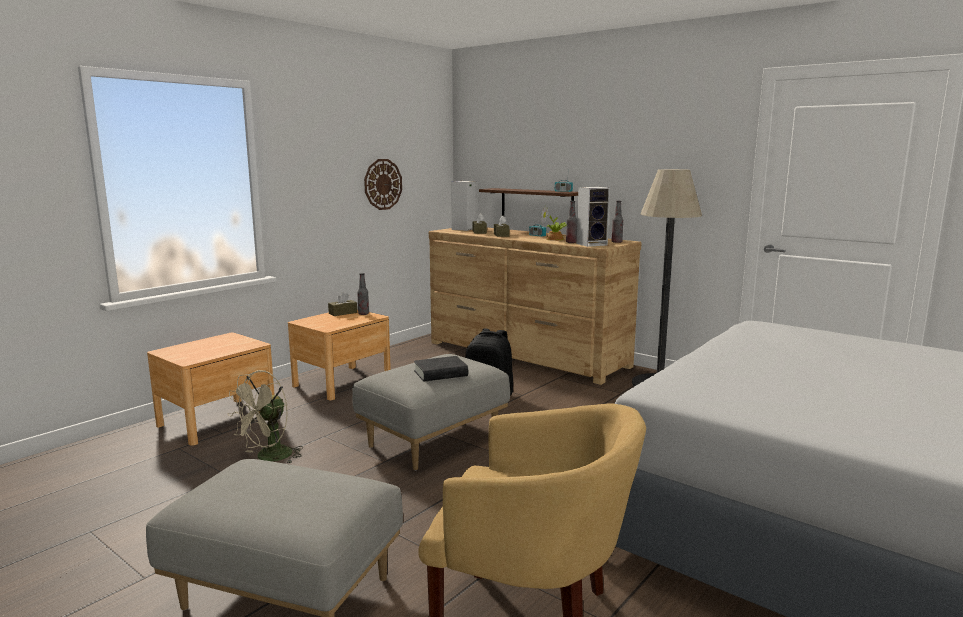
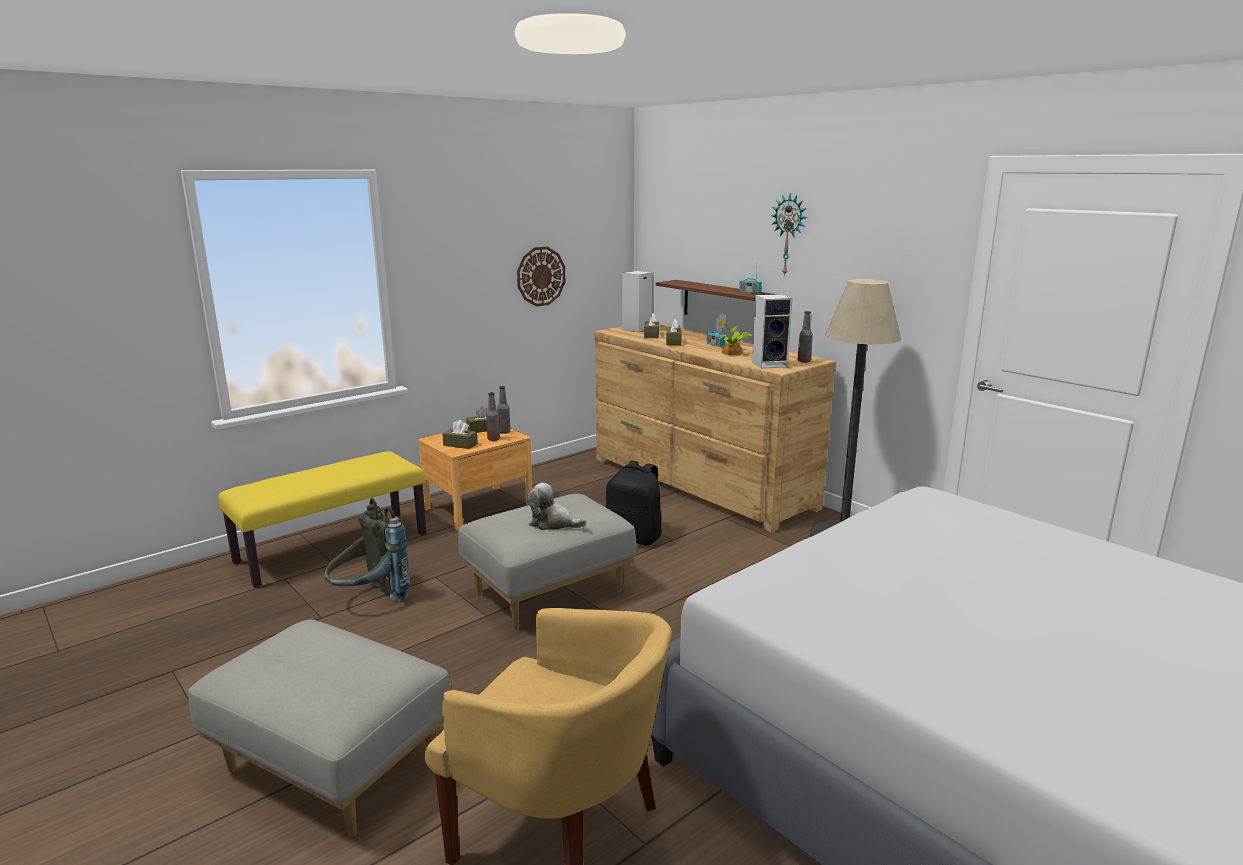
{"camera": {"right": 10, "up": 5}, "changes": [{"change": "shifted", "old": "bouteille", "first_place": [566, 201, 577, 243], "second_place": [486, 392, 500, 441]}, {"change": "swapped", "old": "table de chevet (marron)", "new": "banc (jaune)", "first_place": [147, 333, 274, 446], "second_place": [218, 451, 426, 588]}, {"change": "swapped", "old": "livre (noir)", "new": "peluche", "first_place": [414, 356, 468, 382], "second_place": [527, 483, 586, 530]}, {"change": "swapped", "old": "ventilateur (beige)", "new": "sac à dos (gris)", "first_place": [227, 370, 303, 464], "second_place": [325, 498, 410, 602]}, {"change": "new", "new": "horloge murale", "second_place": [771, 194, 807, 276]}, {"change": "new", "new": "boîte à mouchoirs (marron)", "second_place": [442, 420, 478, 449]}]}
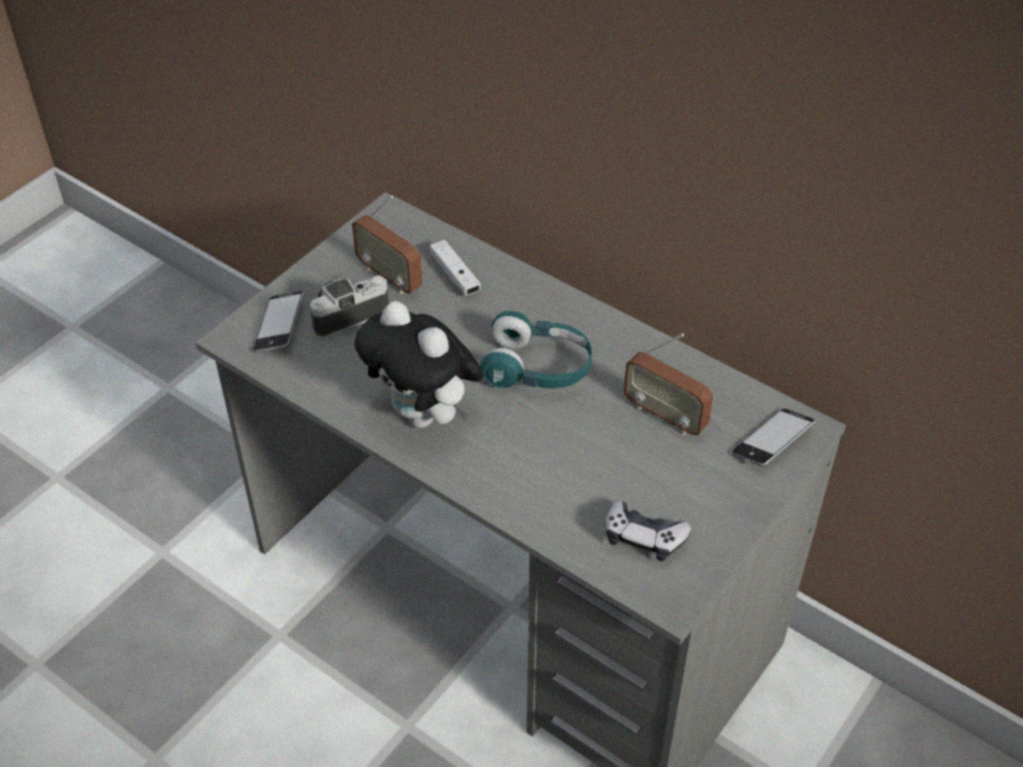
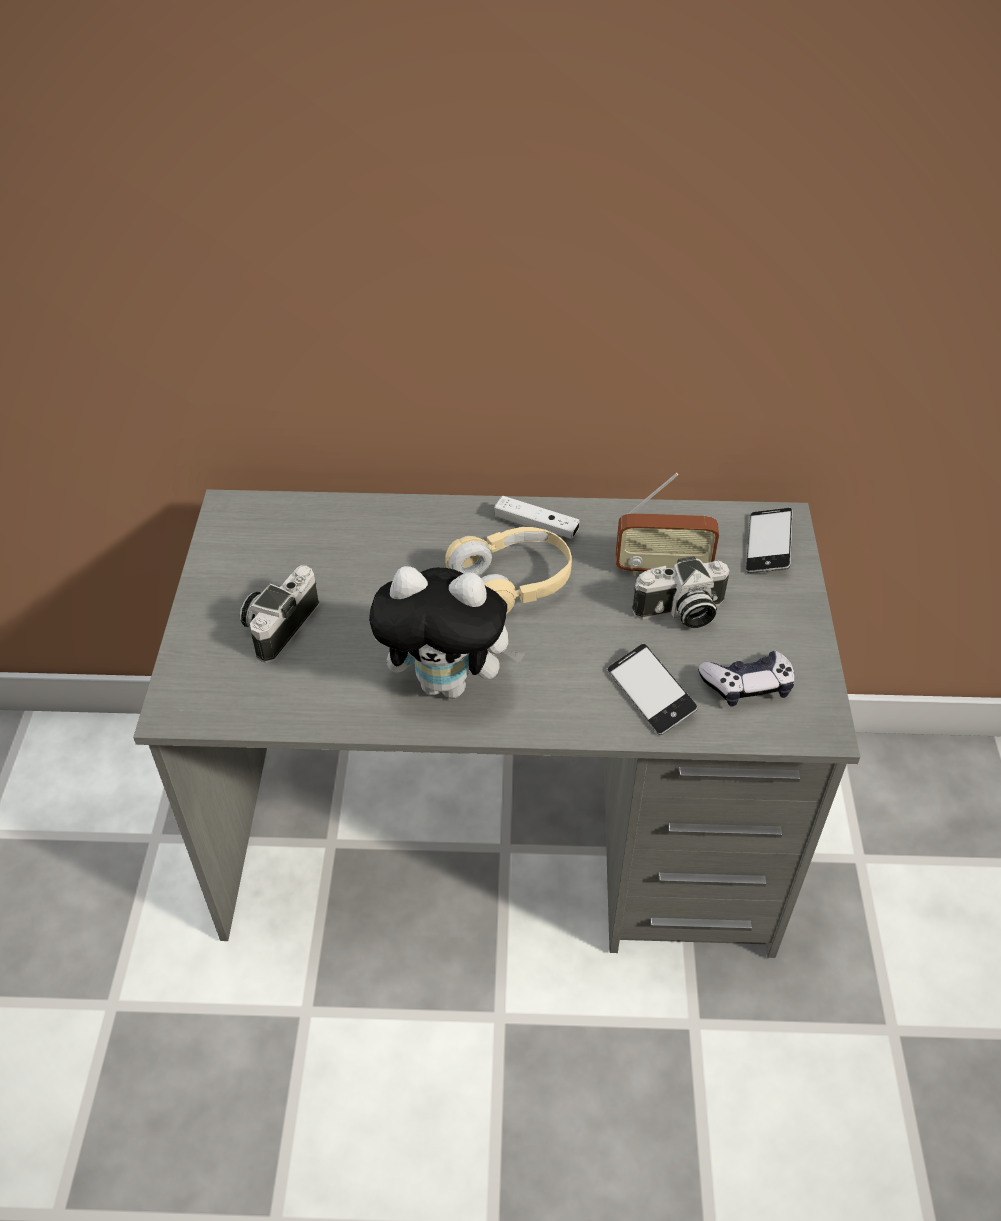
{"camera": {"right": -35, "up": 0}, "changes": [{"change": "gone", "old": "radio", "first_place": [352, 196, 423, 294]}, {"change": "shifted", "old": "manette (blanc)", "first_place": [430, 240, 481, 295], "second_place": [494, 496, 579, 539]}, {"change": "shifted", "old": "téléphone", "first_place": [253, 291, 304, 353], "second_place": [608, 644, 698, 735]}, {"change": "repainted", "old": "casque audio (turquoise)", "new": "casque audio (beige)", "first_place": [480, 311, 592, 389], "second_place": [445, 527, 572, 614]}, {"change": "new", "new": "appareil photo", "second_place": [632, 556, 729, 628]}]}
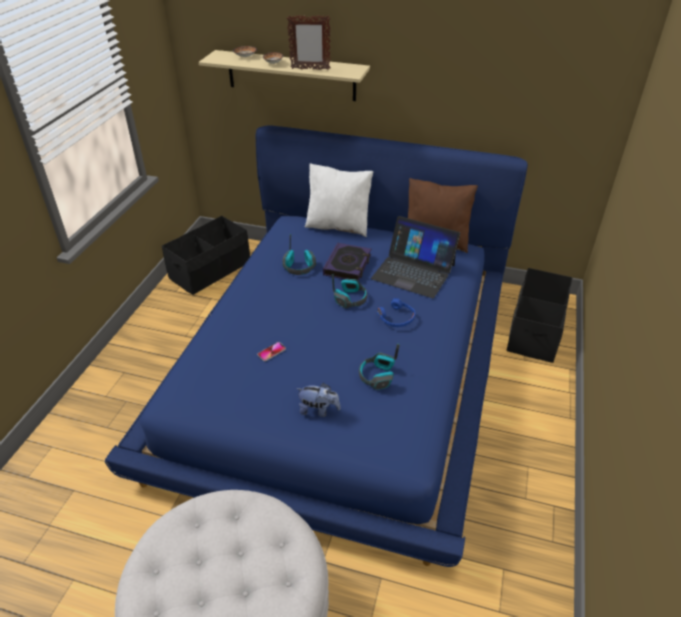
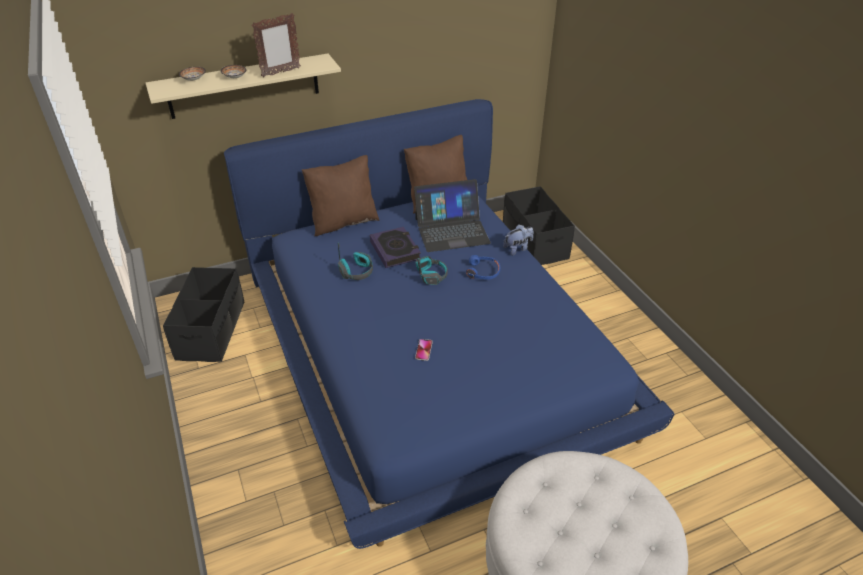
{"camera": {"right": -40, "up": 0}, "changes": [{"change": "repainted", "old": "coussin (blanc)", "new": "coussin (marron)", "first_place": [305, 163, 373, 237], "second_place": [302, 155, 380, 236]}, {"change": "gone", "old": "casque audio", "first_place": [359, 344, 400, 390]}, {"change": "shifted", "old": "peluche", "first_place": [297, 383, 341, 417], "second_place": [503, 224, 533, 255]}]}
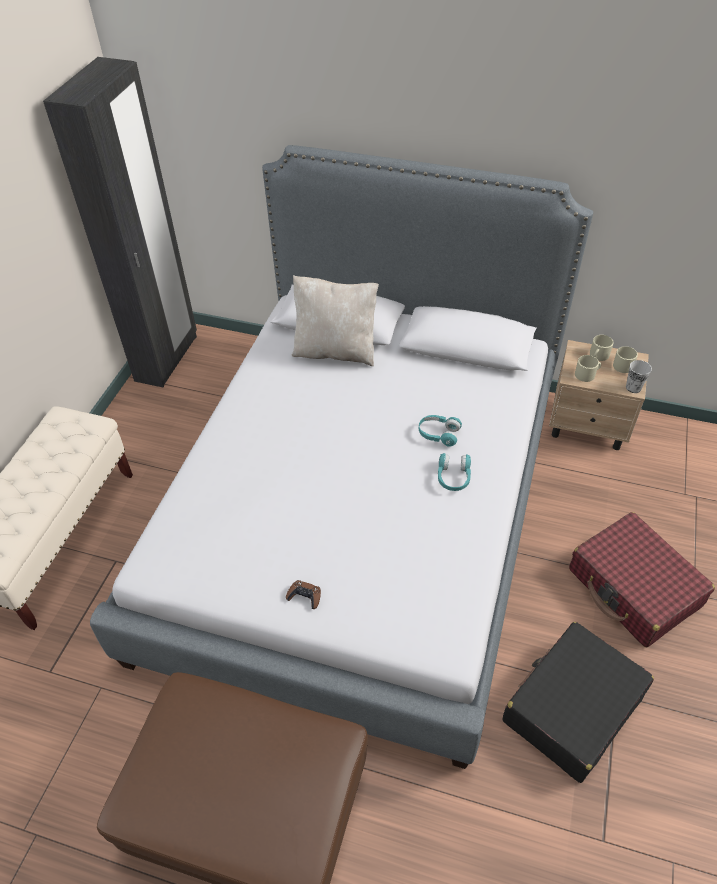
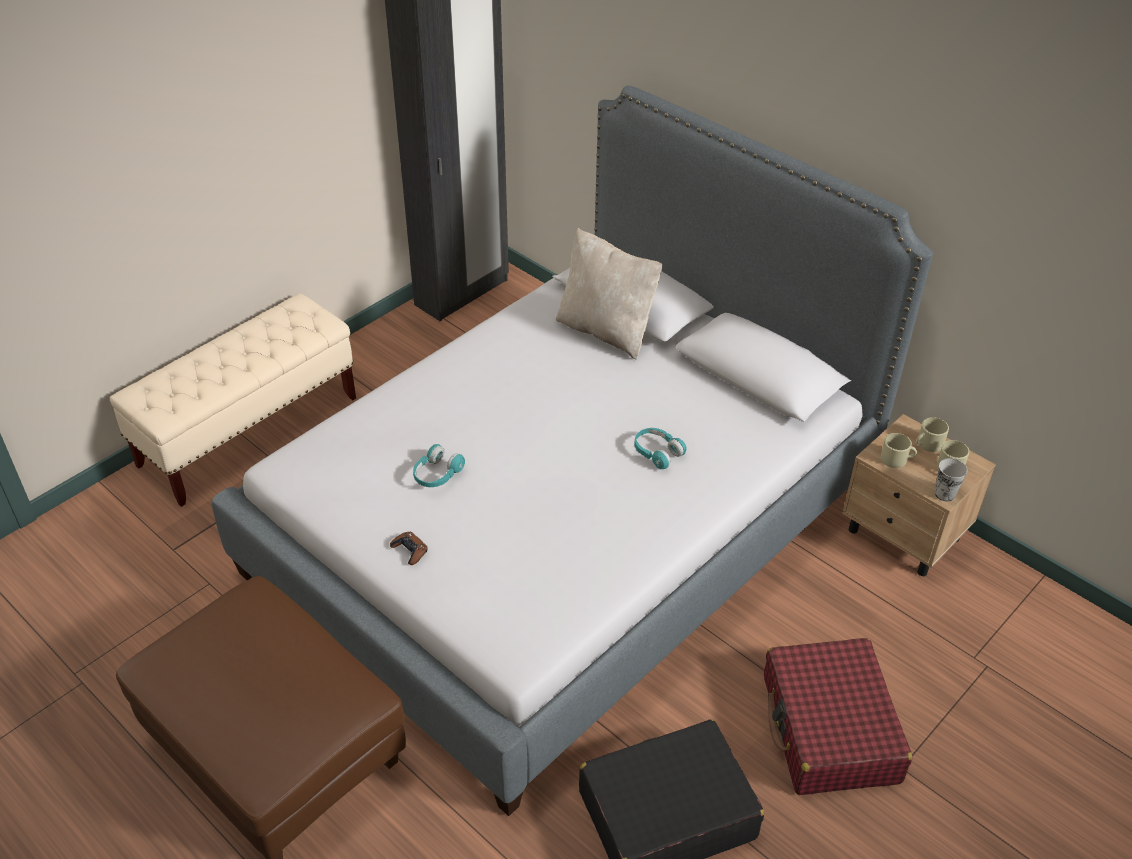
{"camera": {"right": 25, "up": -5}, "changes": [{"change": "shifted", "old": "casque audio (turquoise)", "first_place": [438, 453, 471, 491], "second_place": [413, 444, 465, 487]}]}
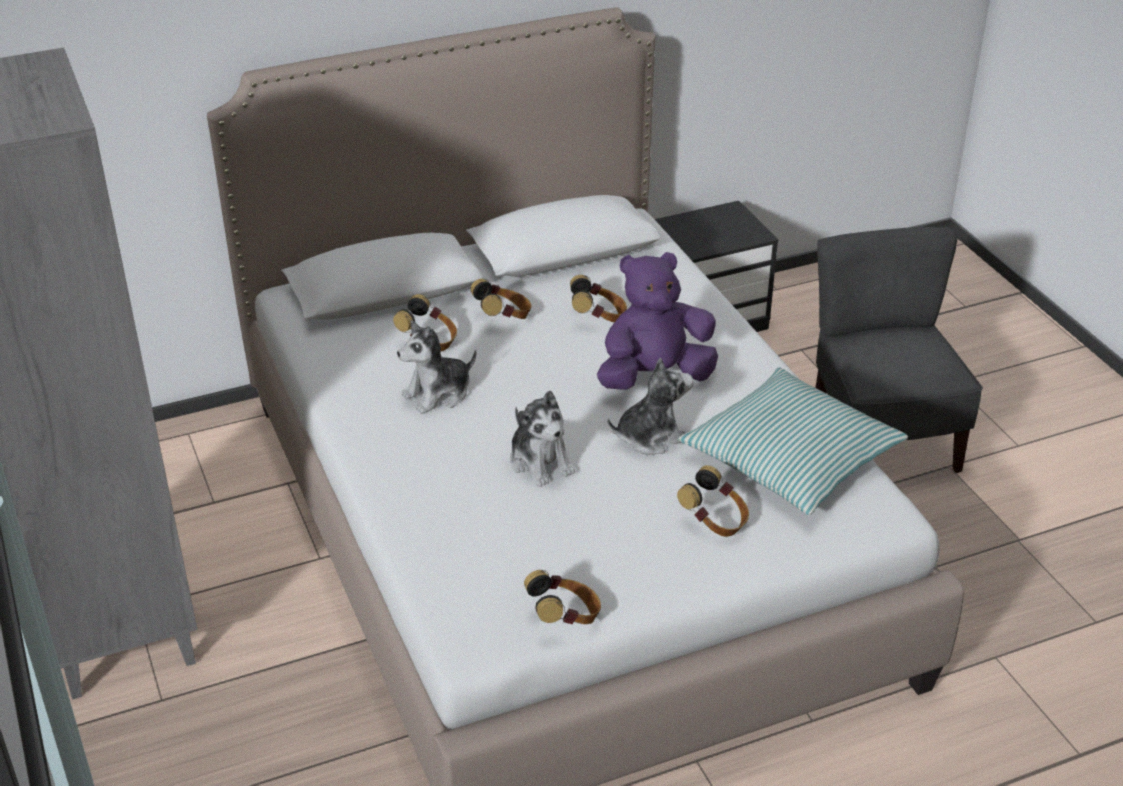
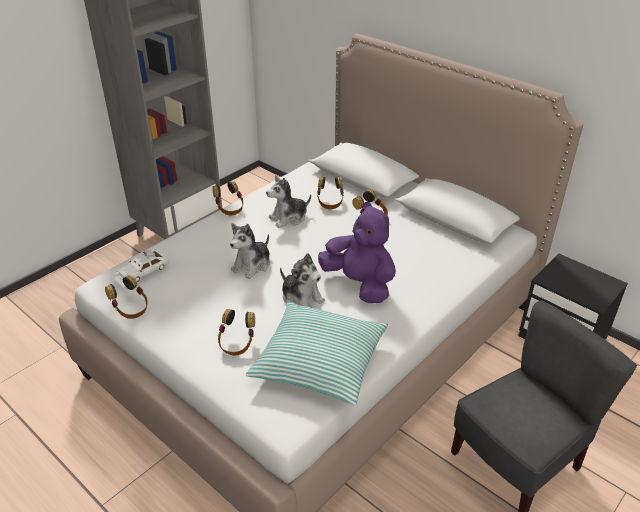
{"camera": {"right": 65, "up": 0}, "changes": [{"change": "shifted", "old": "casque audio", "first_place": [570, 275, 627, 322], "second_place": [213, 181, 243, 216]}, {"change": "rotated", "old": "peluche", "first_place": [397, 320, 476, 414], "second_place": [266, 175, 311, 228], "degrees": -60}, {"change": "new", "new": "petite voiture (blanc)", "second_place": [114, 249, 169, 288]}]}
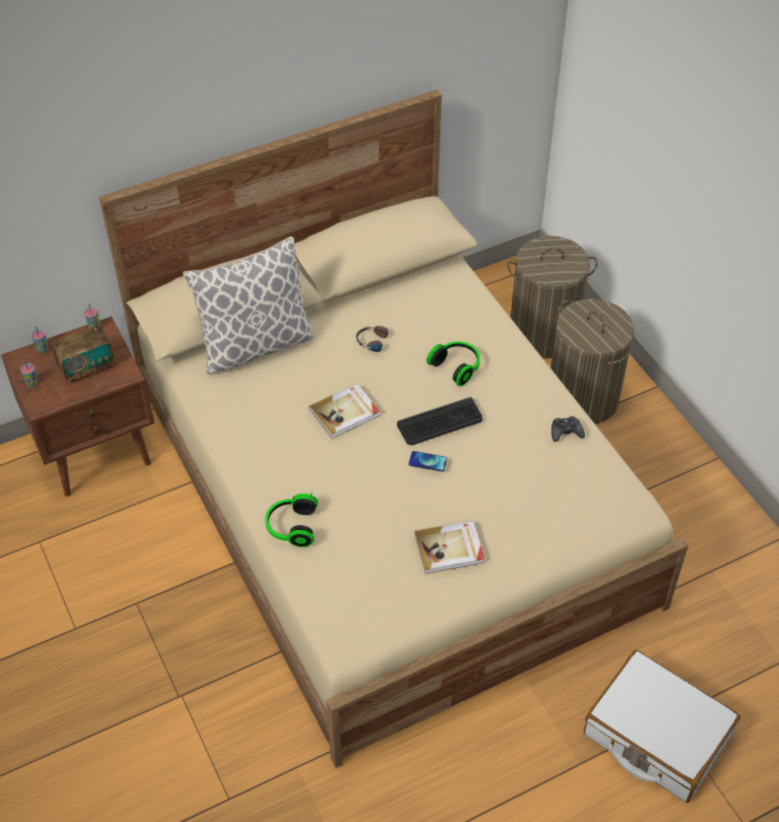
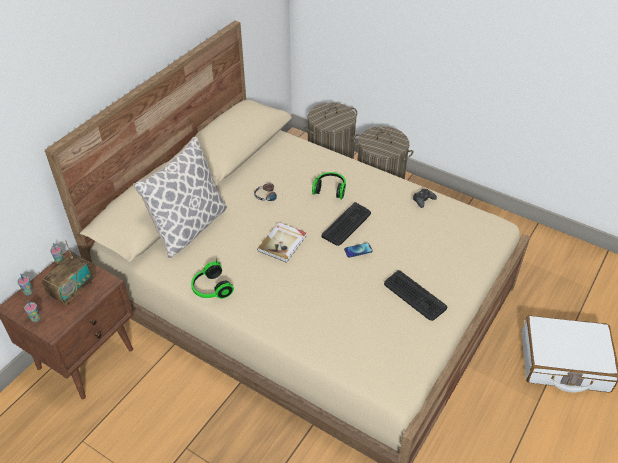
{"camera": {"right": -30, "up": -5}, "changes": [{"change": "shifted", "old": "casque audio", "first_place": [265, 492, 318, 547], "second_place": [191, 258, 234, 299]}, {"change": "swapped", "old": "livre", "new": "clavier", "first_place": [415, 520, 485, 574], "second_place": [384, 270, 447, 321]}]}
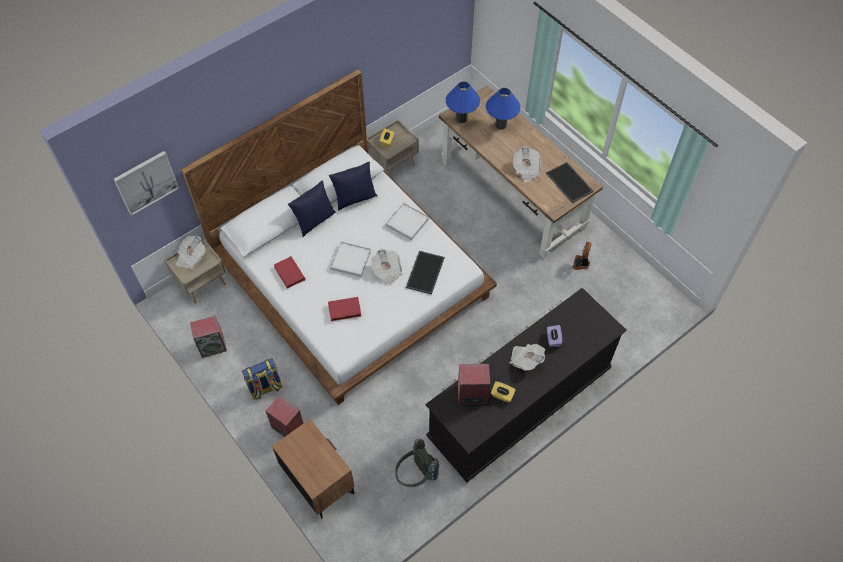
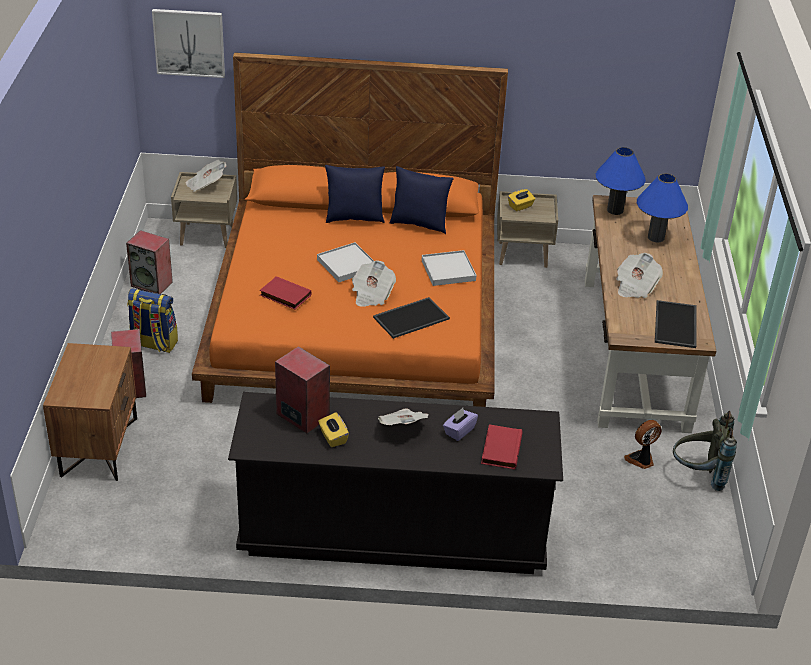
{"camera": {"right": 40, "up": -20}, "changes": [{"change": "repainted", "old": "lit (blanc)", "new": "lit (orange)", "first_place": [181, 69, 497, 405], "second_place": [192, 53, 508, 407]}, {"change": "shifted", "old": "livre (rouge)", "first_place": [274, 256, 305, 289], "second_place": [481, 424, 523, 470]}, {"change": "shifted", "old": "sac à dos (gris)", "first_place": [395, 439, 439, 487], "second_place": [673, 411, 737, 491]}]}
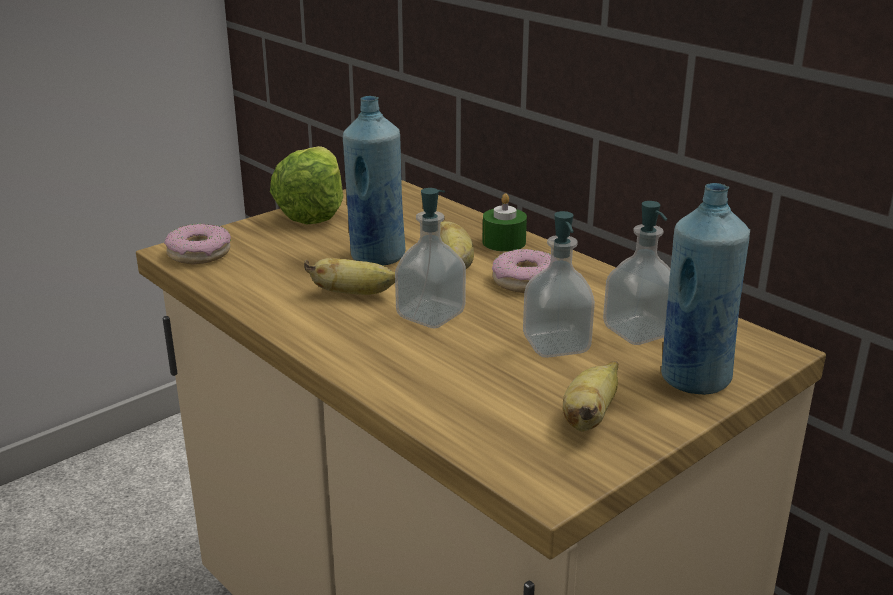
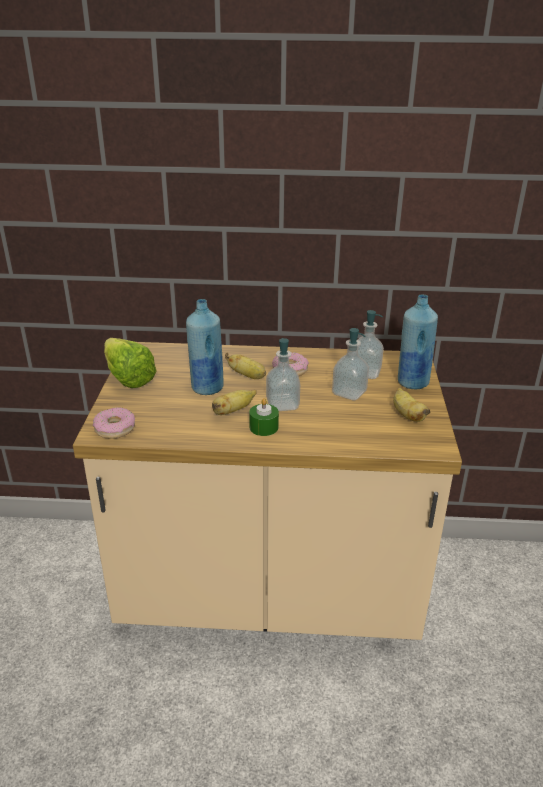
{"camera": {"right": -45, "up": 5}, "changes": [{"change": "shifted", "old": "bougie (vert)", "first_place": [482, 193, 527, 252], "second_place": [249, 398, 279, 436]}]}
